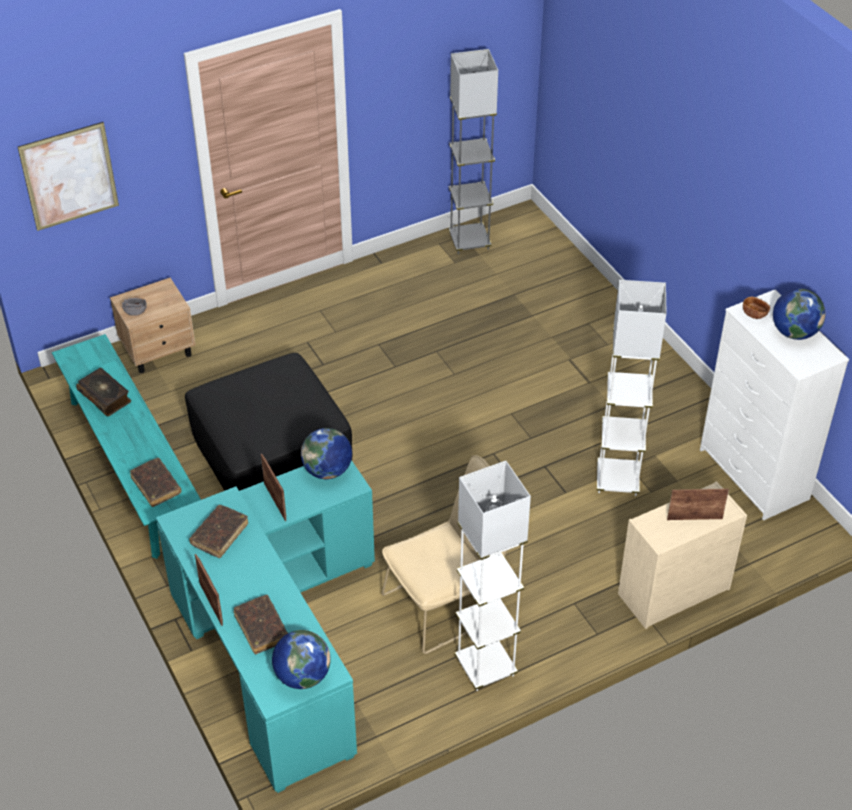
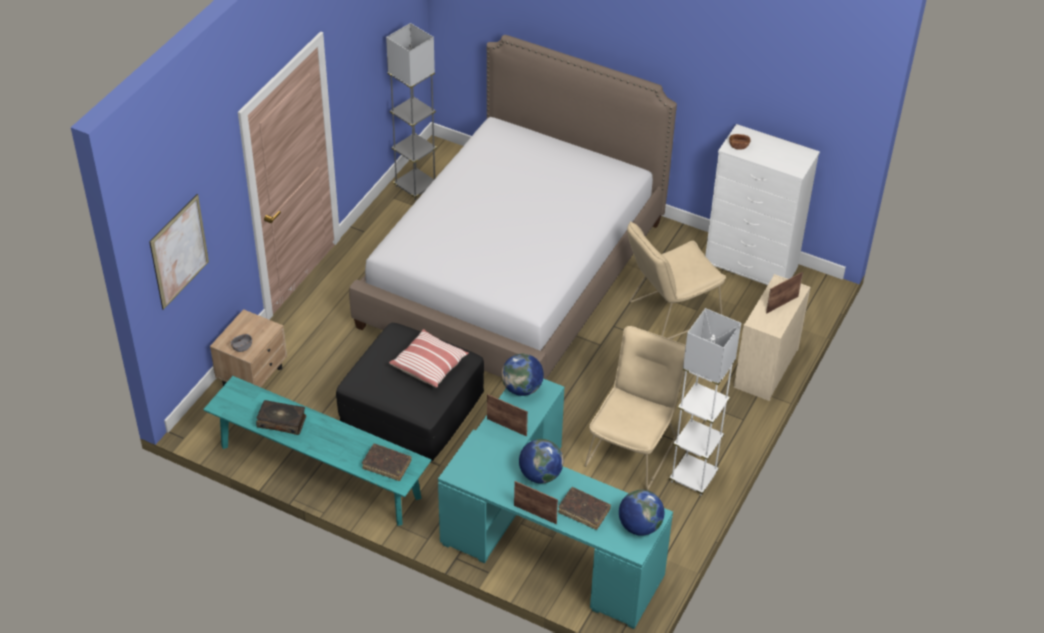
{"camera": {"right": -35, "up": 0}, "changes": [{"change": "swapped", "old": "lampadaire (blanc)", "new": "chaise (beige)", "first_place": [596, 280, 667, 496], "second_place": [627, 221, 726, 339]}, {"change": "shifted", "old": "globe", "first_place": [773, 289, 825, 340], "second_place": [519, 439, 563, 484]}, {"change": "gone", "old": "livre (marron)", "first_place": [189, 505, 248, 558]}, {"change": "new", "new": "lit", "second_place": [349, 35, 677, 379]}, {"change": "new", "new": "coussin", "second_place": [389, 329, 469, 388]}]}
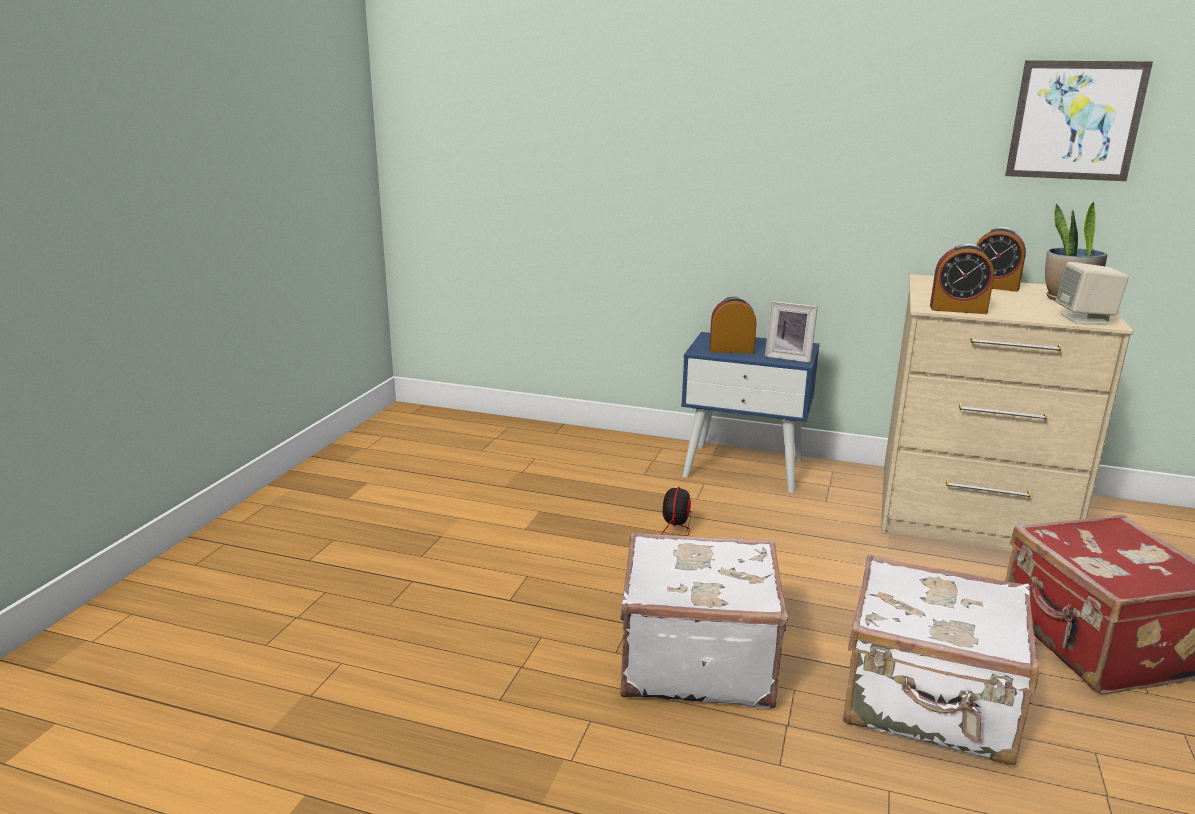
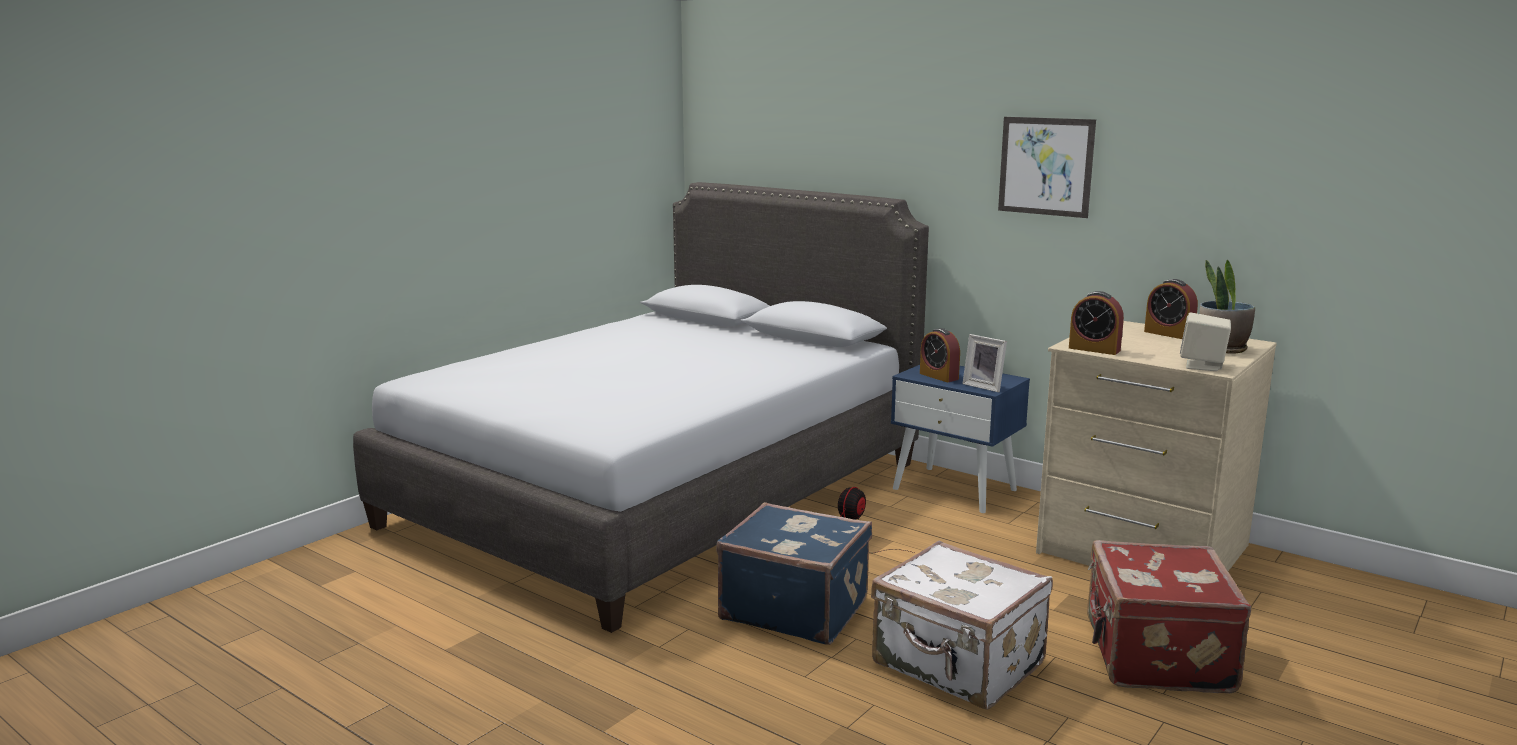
{"camera": {"right": 20, "up": -5}, "changes": [{"change": "shifted", "old": "tableau", "first_place": [1005, 60, 1153, 181], "second_place": [998, 117, 1096, 218]}, {"change": "rotated", "old": "réveil", "first_place": [710, 296, 756, 354], "second_place": [920, 328, 960, 382], "degrees": -150}, {"change": "repainted", "old": "valise (blanc)", "new": "valise (bleu)", "first_place": [620, 532, 788, 708], "second_place": [716, 502, 872, 645]}, {"change": "new", "new": "lit (gris)", "second_place": [353, 182, 929, 633]}]}
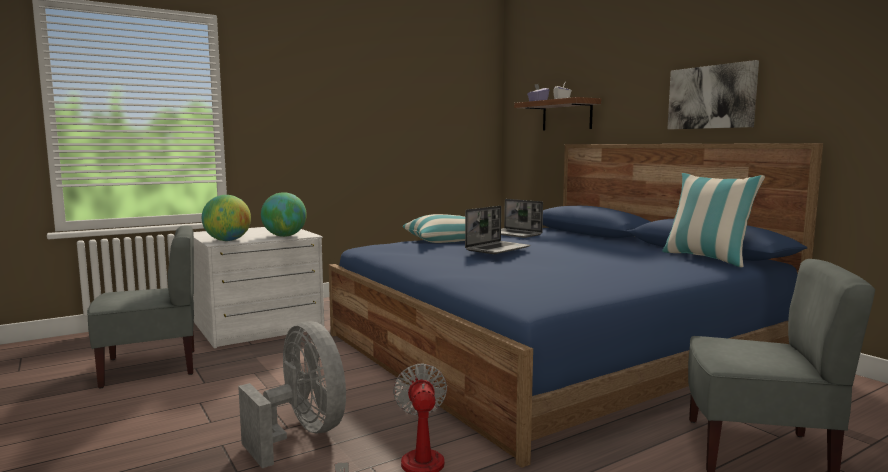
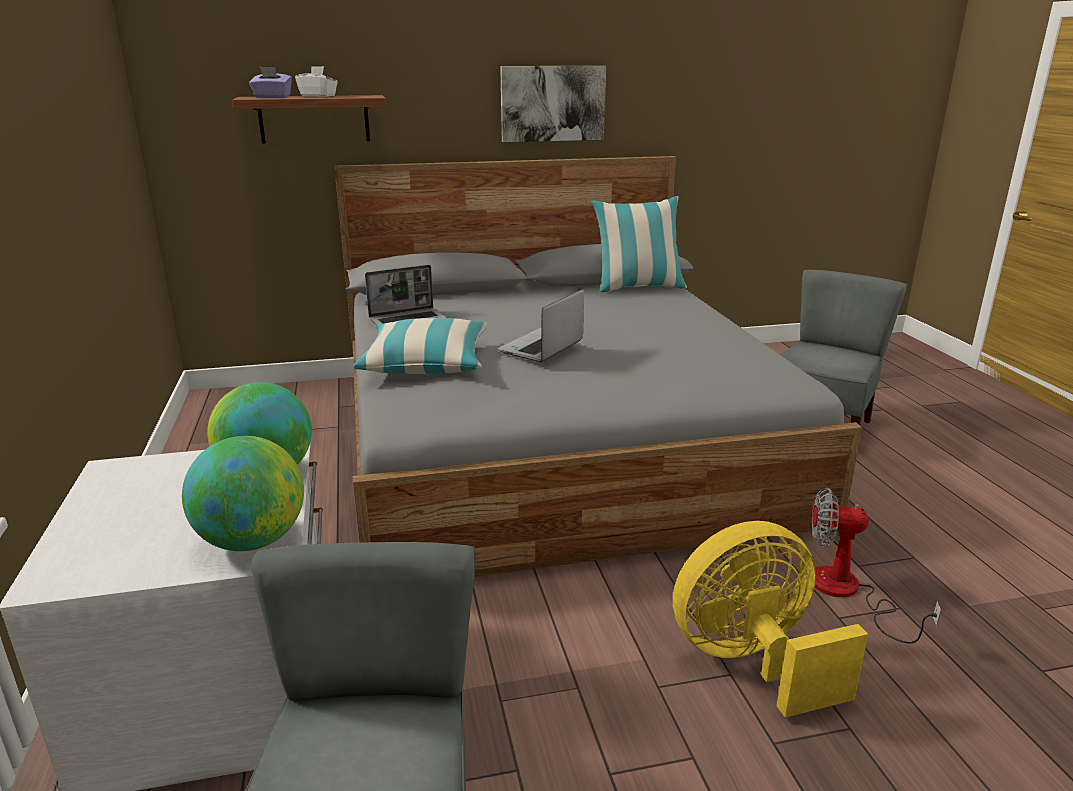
{"camera": {"right": -70, "up": 15}, "changes": [{"change": "repainted", "old": "lit (bleu)", "new": "lit (gris)", "first_place": [329, 143, 823, 468], "second_place": [334, 156, 862, 577]}, {"change": "rotated", "old": "ordinateur portable", "first_place": [465, 206, 530, 254], "second_place": [498, 289, 584, 362], "degrees": -120}, {"change": "repainted", "old": "ventilateur (gris)", "new": "ventilateur (jaune)", "first_place": [238, 322, 346, 468], "second_place": [673, 521, 868, 718]}]}
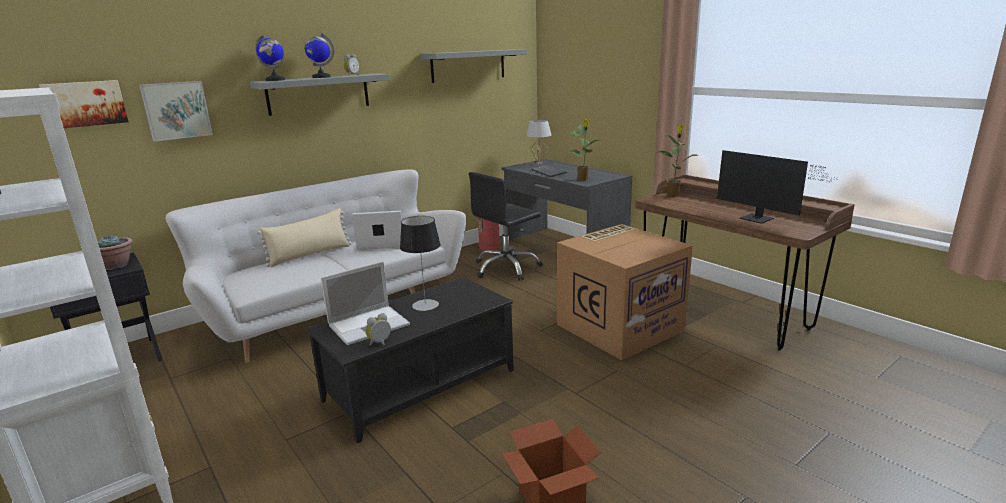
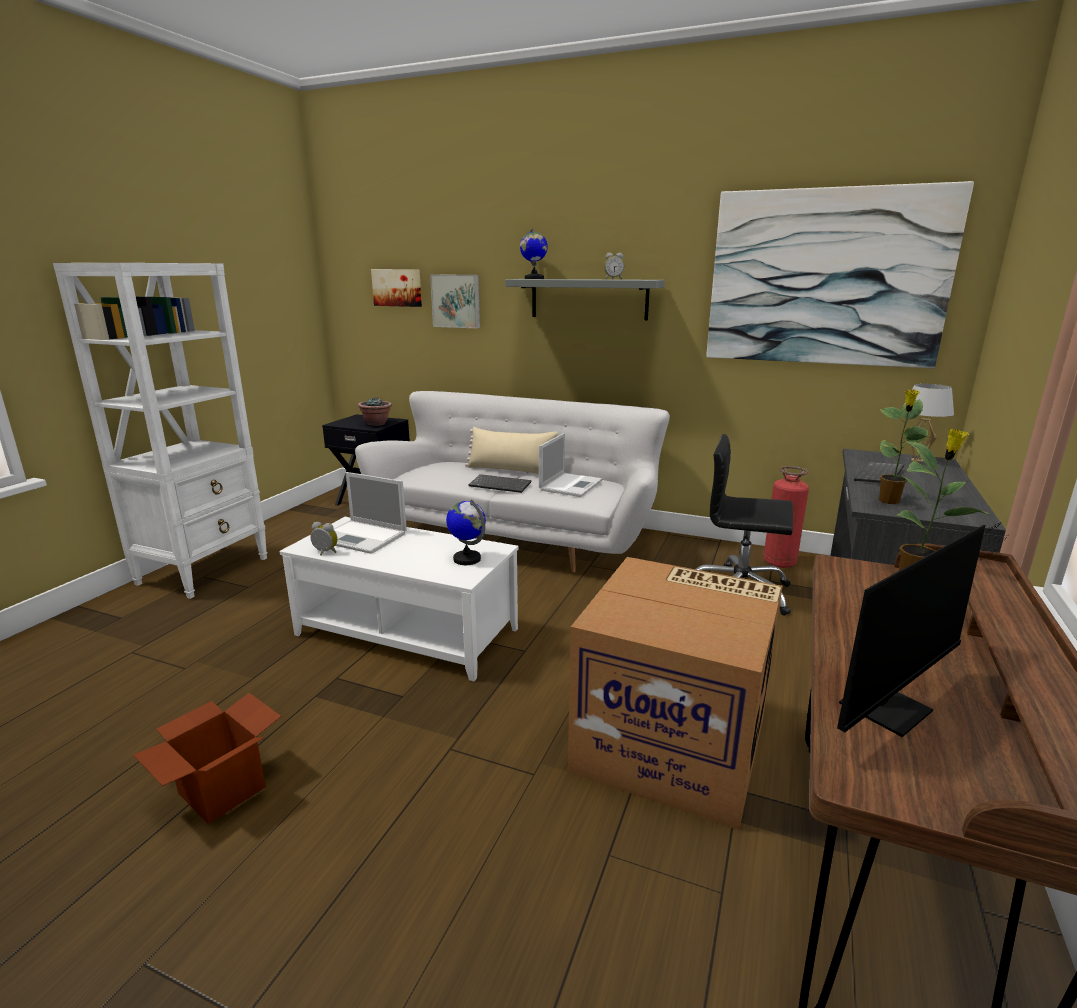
{"camera": {"right": 60, "up": 0}, "changes": [{"change": "shifted", "old": "globe", "first_place": [305, 33, 334, 78], "second_place": [446, 499, 486, 565]}, {"change": "swapped", "old": "étagère (gris)", "new": "tableau", "first_place": [421, 49, 527, 83], "second_place": [706, 181, 974, 368]}, {"change": "rotated", "old": "écran d'ordinateur", "first_place": [717, 150, 836, 224], "second_place": [837, 522, 1008, 737], "degrees": -150}, {"change": "rotated", "old": "ordinateur portable", "first_place": [352, 211, 402, 250], "second_place": [539, 433, 603, 497], "degrees": 60}, {"change": "gone", "old": "lampe de table", "first_place": [400, 216, 441, 311]}, {"change": "repainted", "old": "table basse (noir)", "new": "table basse (blanc)", "first_place": [306, 277, 514, 443], "second_place": [279, 517, 519, 681]}, {"change": "new", "new": "clavier", "second_place": [468, 474, 531, 493]}]}
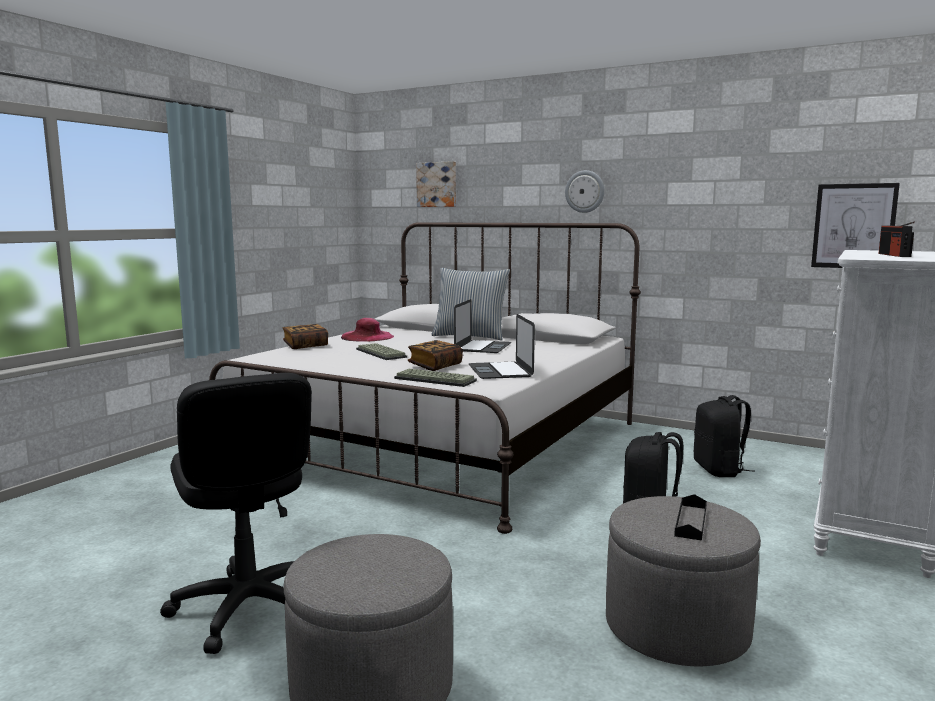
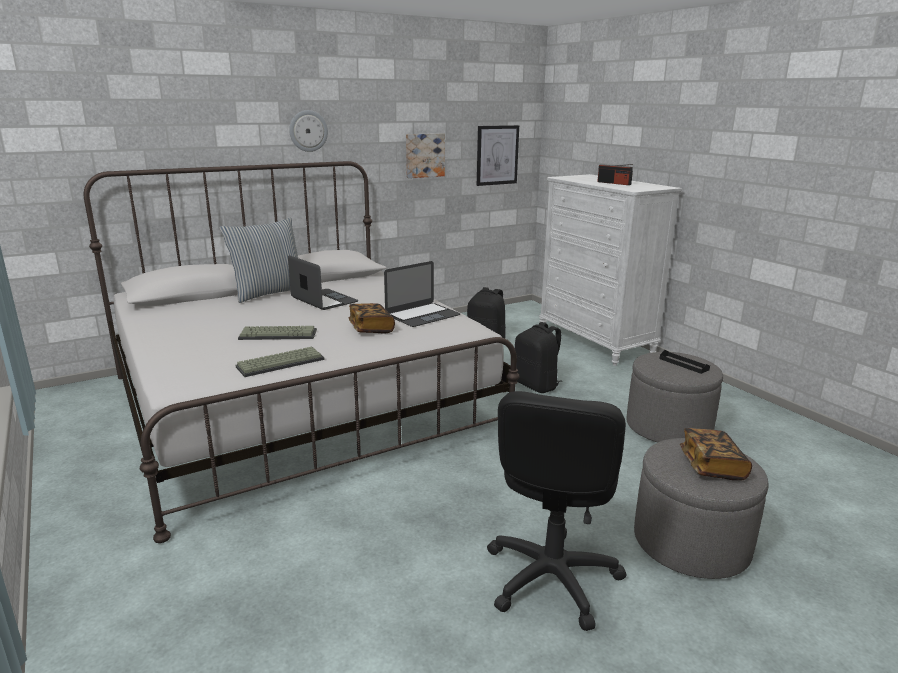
{"camera": {"right": -60, "up": 10}, "changes": [{"change": "shifted", "old": "tableau", "first_place": [416, 161, 456, 207], "second_place": [406, 133, 445, 178]}, {"change": "rotated", "old": "ordinateur portable", "first_place": [469, 314, 535, 379], "second_place": [384, 261, 461, 327], "degrees": -60}, {"change": "gone", "old": "chapeau (rose)", "first_place": [341, 318, 394, 342]}, {"change": "shifted", "old": "livre", "first_place": [282, 324, 328, 349], "second_place": [680, 428, 752, 481]}, {"change": "shifted", "old": "clavier", "first_place": [394, 369, 477, 387], "second_place": [235, 347, 325, 377]}, {"change": "rotated", "old": "chaise de bureau (noir)", "first_place": [160, 373, 312, 654], "second_place": [487, 391, 626, 631], "degrees": 105}]}
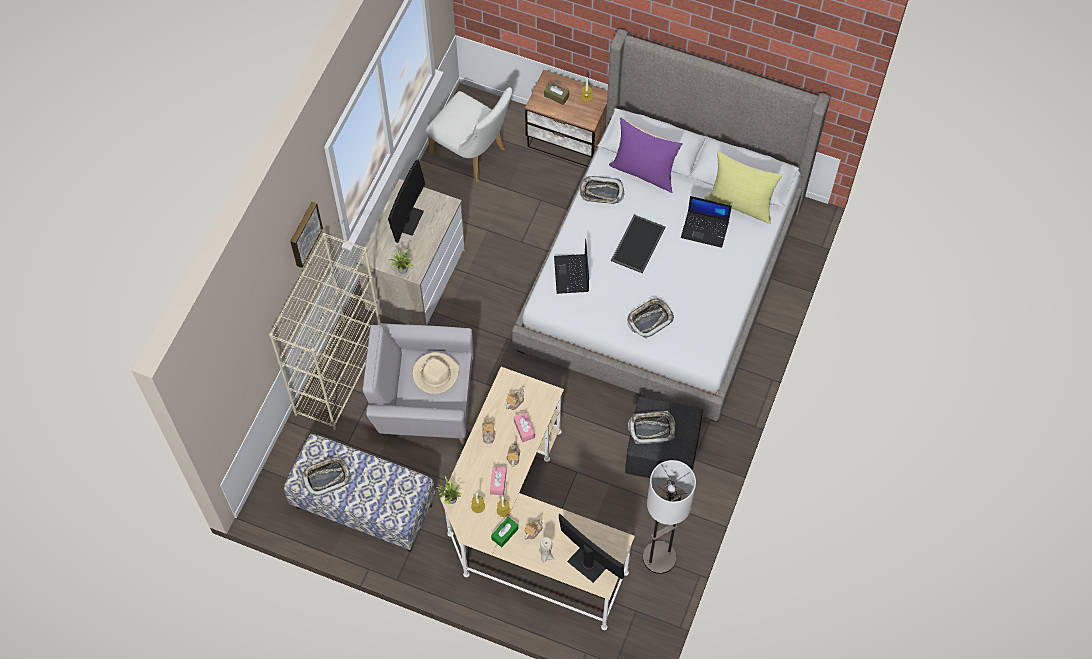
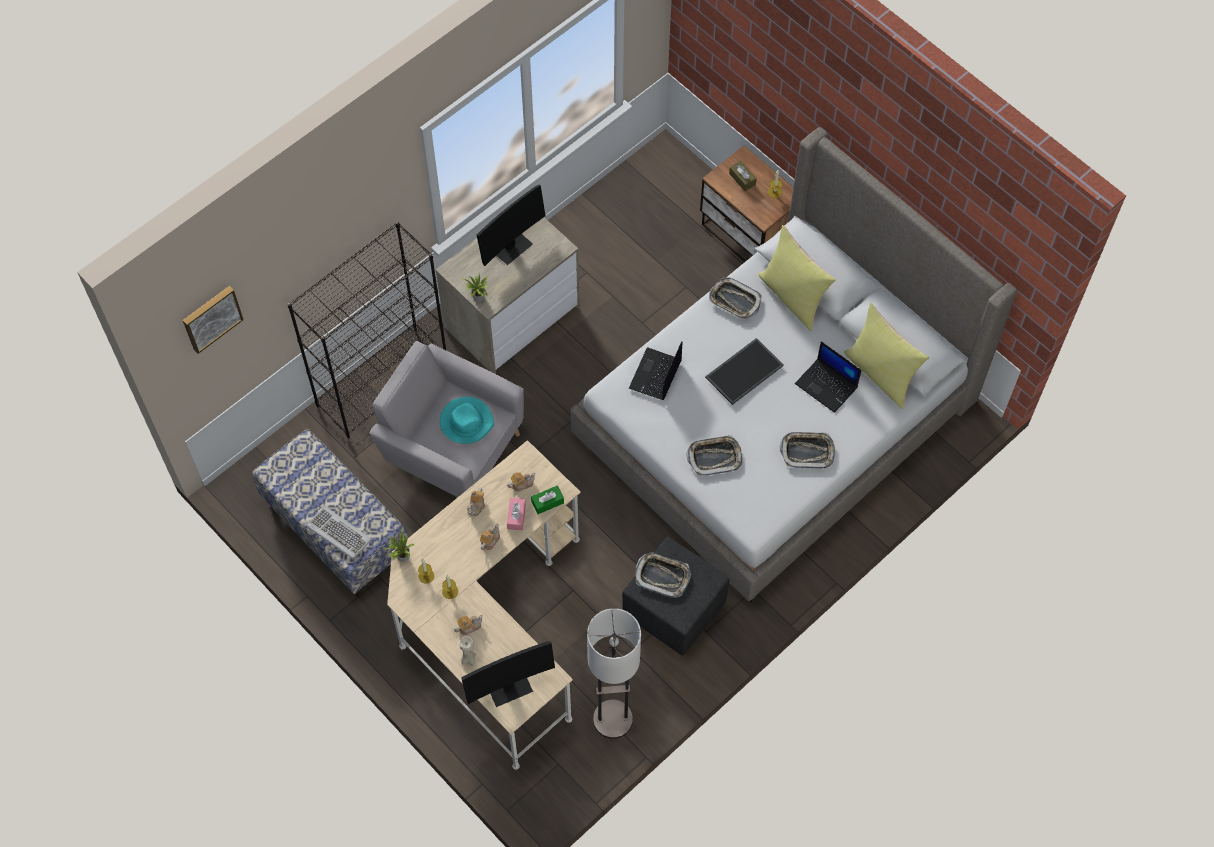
{"camera": {"right": 25, "up": 0}, "changes": [{"change": "gone", "old": "chaise (blanc)", "first_place": [426, 87, 512, 182]}, {"change": "repainted", "old": "coussin (violet)", "new": "coussin (jaune)", "first_place": [609, 117, 683, 193], "second_place": [759, 225, 836, 331]}, {"change": "shifted", "old": "tableau", "first_place": [290, 202, 323, 268], "second_place": [183, 286, 243, 354]}, {"change": "repainted", "old": "bibliothèque (beige)", "new": "bibliothèque (noir)", "first_place": [269, 233, 380, 430], "second_place": [287, 222, 446, 438]}, {"change": "repainted", "old": "chapeau (beige)", "new": "chapeau (turquoise)", "first_place": [412, 352, 460, 394], "second_place": [440, 397, 494, 444]}, {"change": "shifted", "old": "plateau", "first_place": [301, 455, 351, 497], "second_place": [780, 432, 835, 468]}, {"change": "gone", "old": "boîte à mouchoirs (rose)", "first_place": [490, 467, 506, 495]}, {"change": "rotated", "old": "écran d'ordinateur", "first_place": [559, 514, 624, 583], "second_place": [461, 641, 555, 707], "degrees": 90}, {"change": "shifted", "old": "boîte à mouchoirs (vert)", "first_place": [491, 517, 518, 547], "second_place": [531, 486, 564, 514]}, {"change": "new", "new": "clavier", "second_place": [306, 506, 372, 559]}]}
